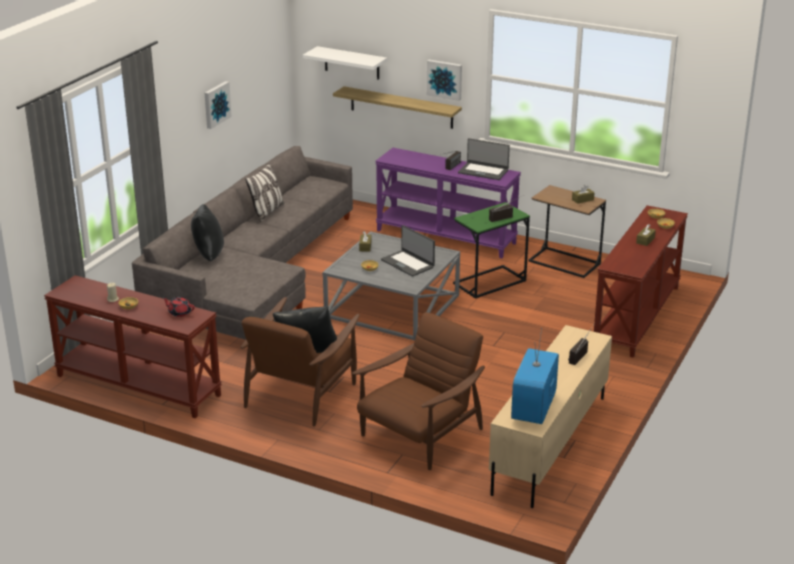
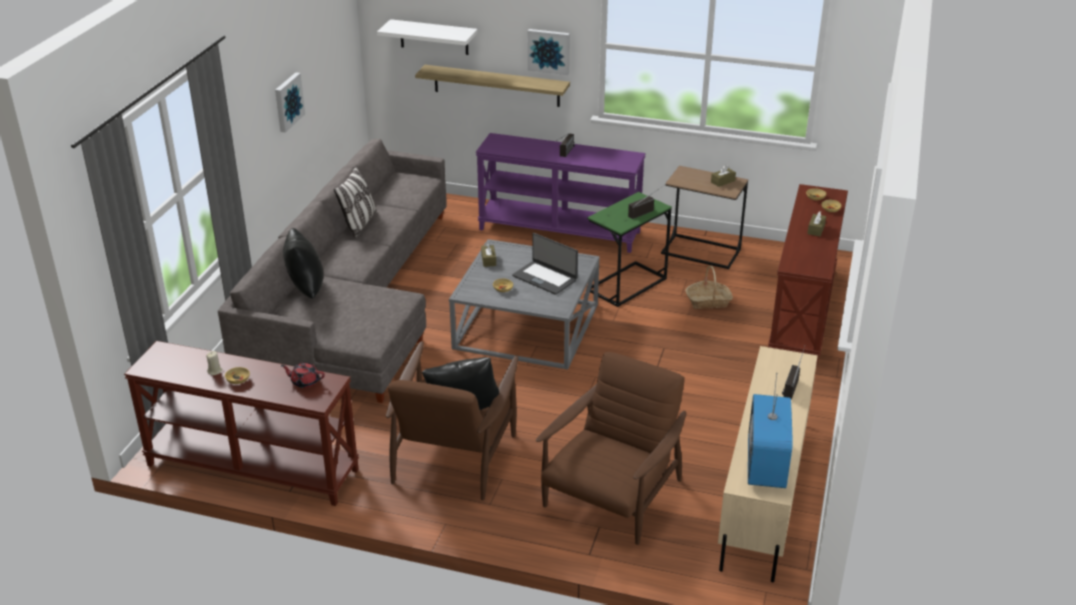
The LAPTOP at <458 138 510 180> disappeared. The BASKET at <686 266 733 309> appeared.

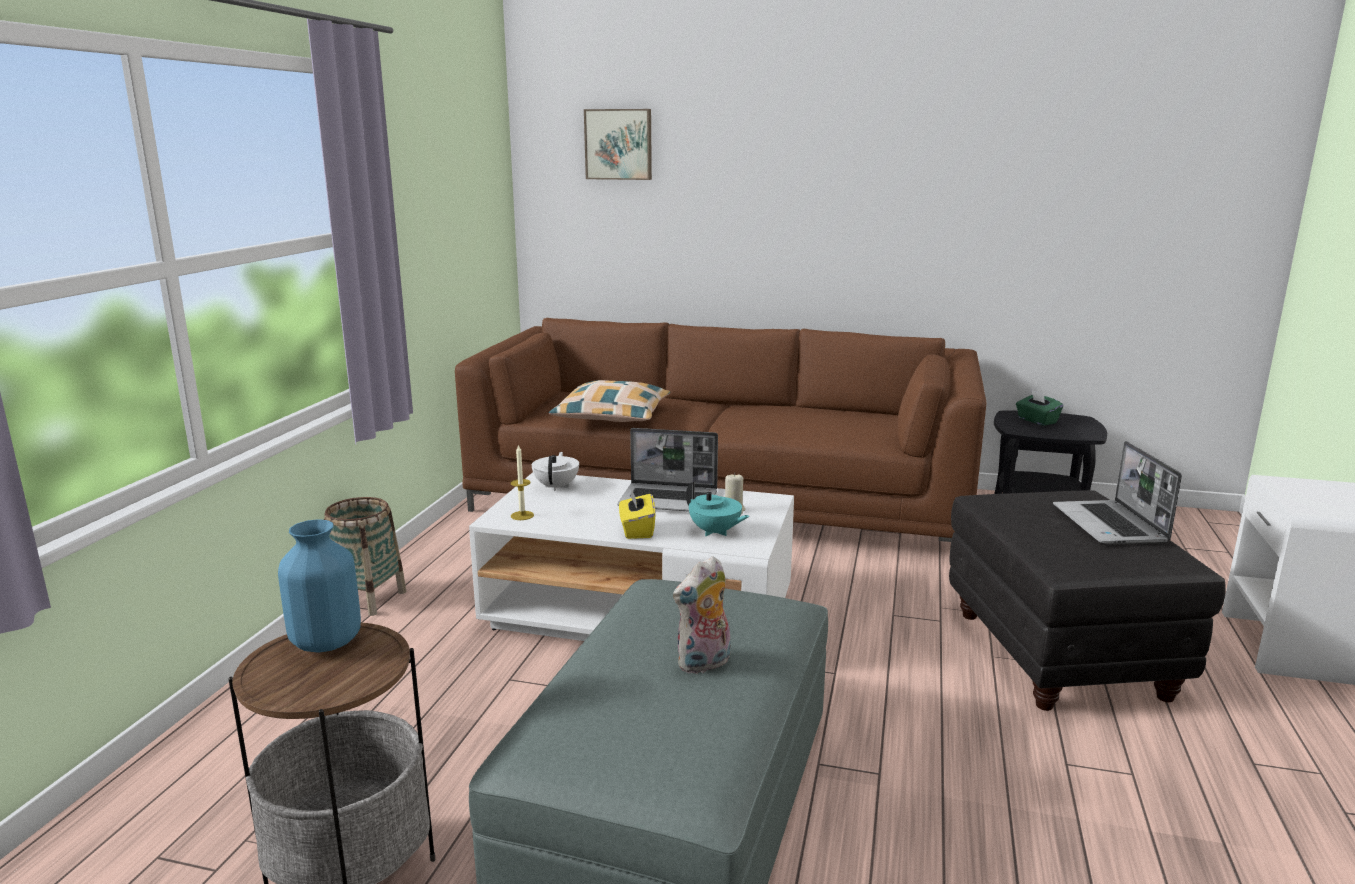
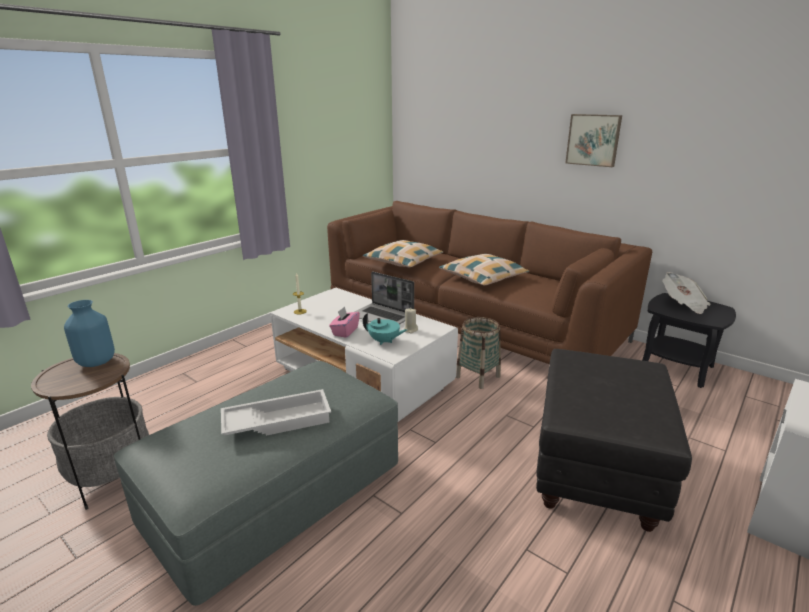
The WHITE TEAPOT at <532 452 579 491> disappeared. The LAPTOP at <1053 441 1182 544> disappeared. The PILLOW at <439 254 529 285> appeared. The BASKET moved from <323 497 406 616> to <456 317 501 389>. The PICTURE moved from <584 109 652 180> to <565 114 622 167>. The PLUSH TOY at <673 556 731 674> was replaced by the WHITE TRAY at <221 389 331 436>. The GREEN TISSUE BOX at <1016 390 1063 426> was replaced by the NEWSPAPER at <663 272 710 314>. The YELLOW TISSUE BOX at <619 487 656 539> became the PINK TISSUE BOX at <329 306 360 338>. The TURQUOISE TEAPOT at <686 482 750 536> turned 45 degrees counterclockwise.

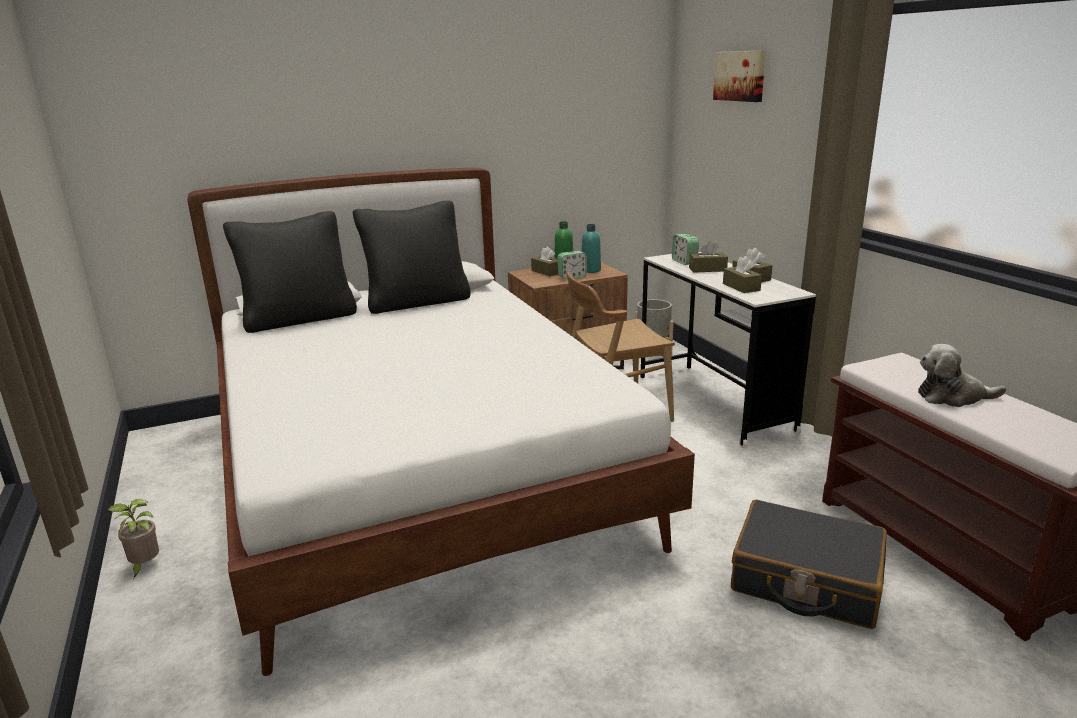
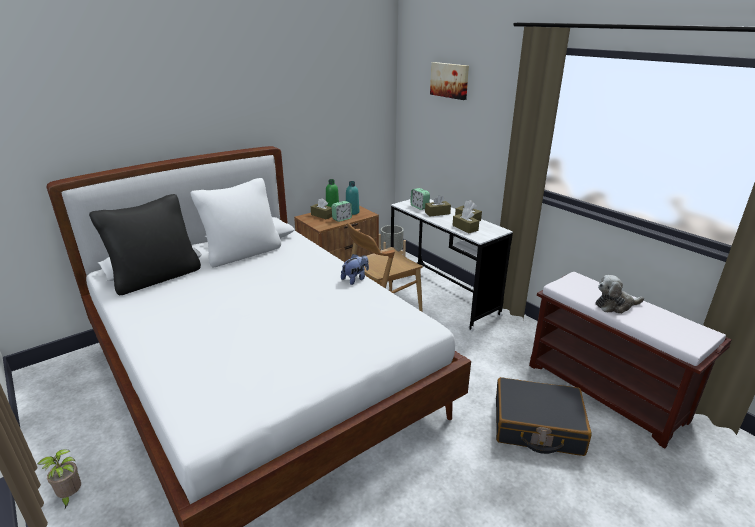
The PLUSH TOY at <341 254 369 285> appeared. The BLACK PILLOW at <353 201 471 314> became the WHITE PILLOW at <190 178 281 267>.

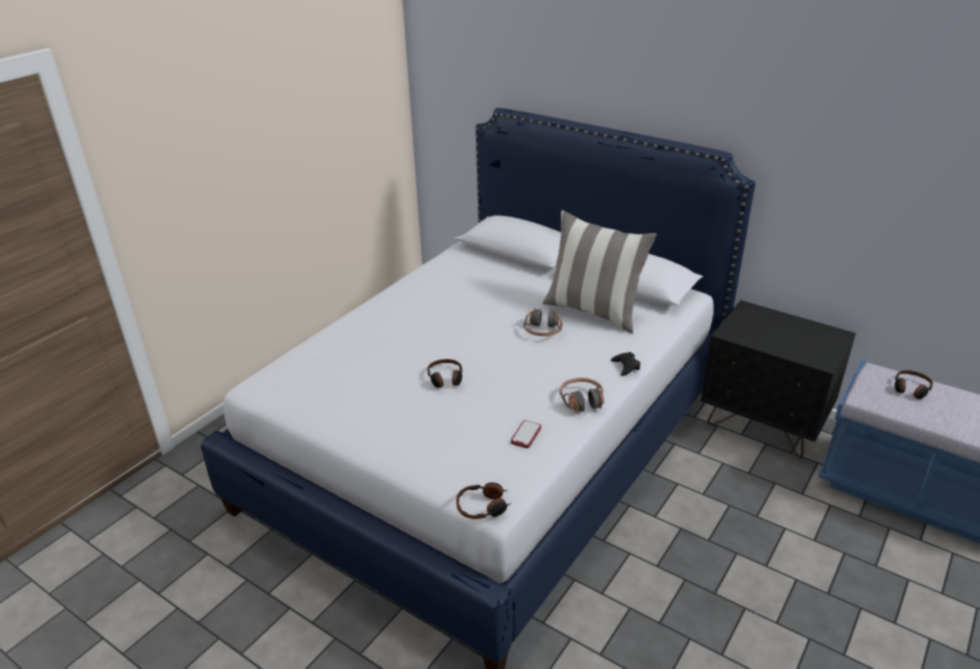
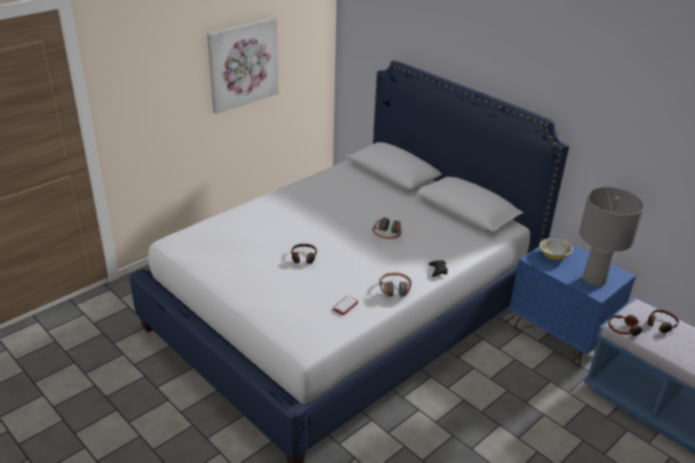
The PILLOW at <542 210 657 333> disappeared. The PICTURE at <207 17 279 114> appeared. The BOWL at <539 238 573 260> appeared. The GREY TABLE LAMP at <579 187 644 287> appeared. The HEADPHONES moved from <456 482 511 519> to <608 315 645 336>. The BLACK NIGHTSTAND at <701 300 856 458> became the BLUE NIGHTSTAND at <509 236 636 366>.

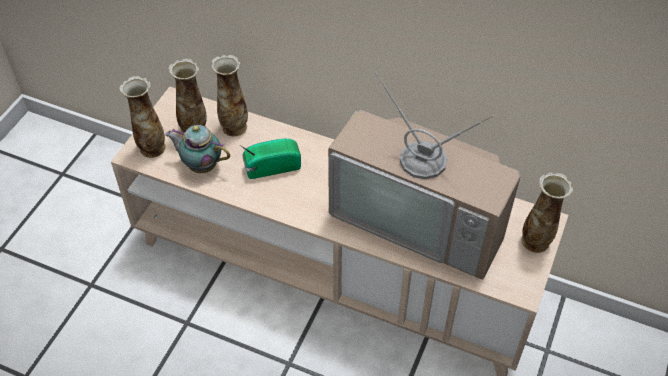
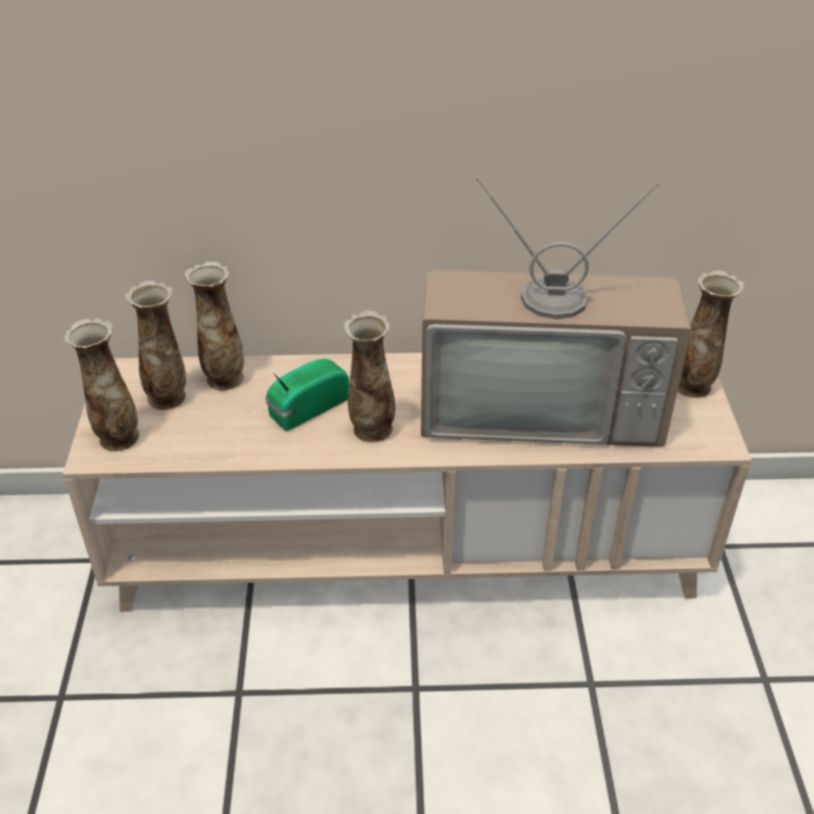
The TEAPOT at <165 125 230 173> disappeared. The VASE at <344 311 395 442> appeared.

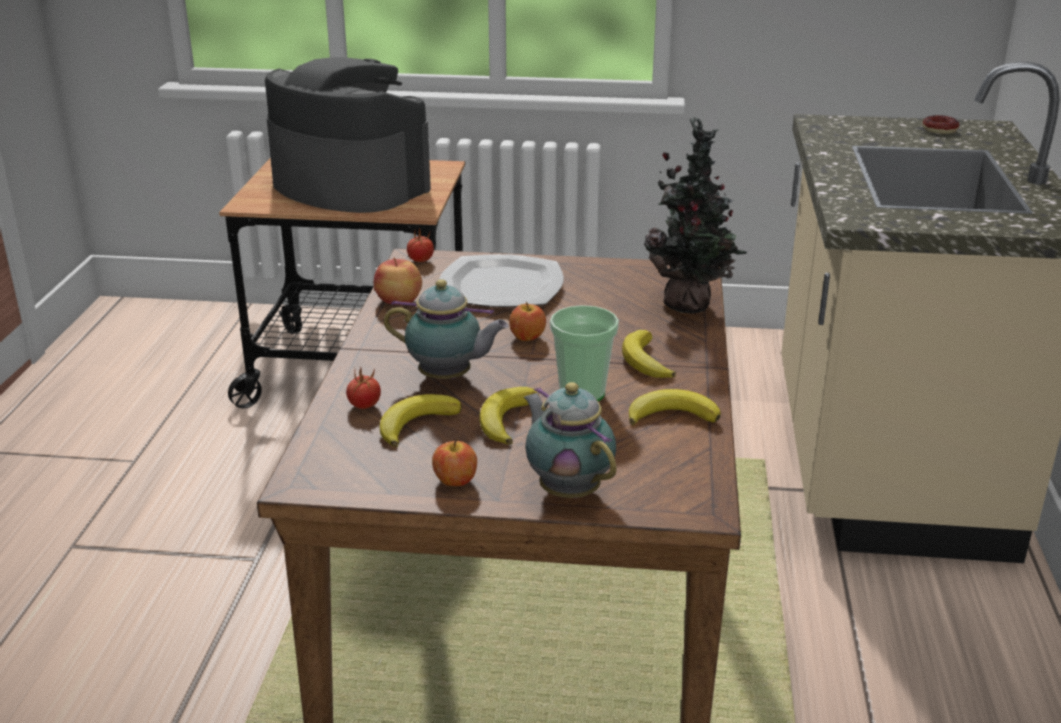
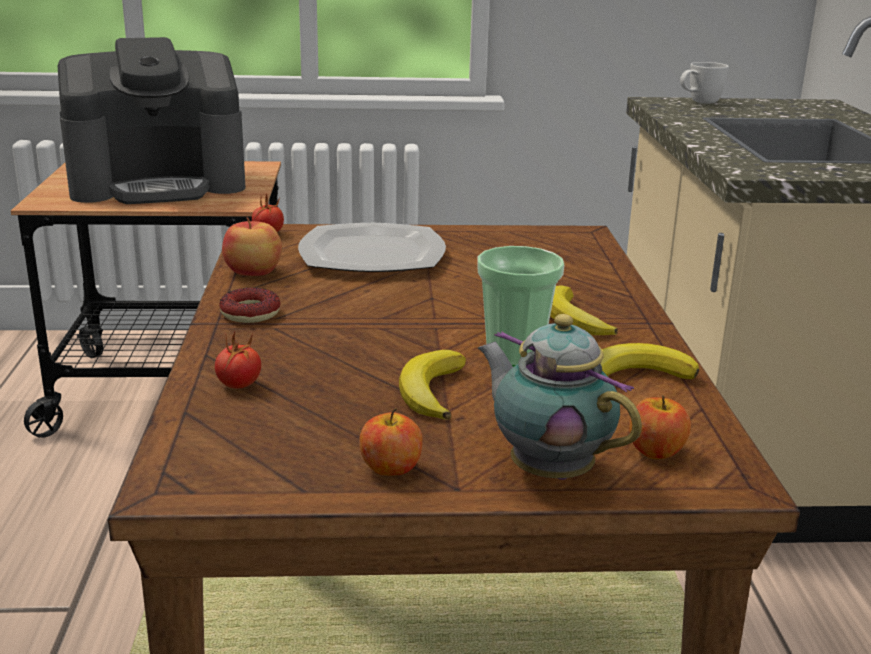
The BANANA at <380 394 462 447> disappeared. The TEAPOT at <384 279 509 379> disappeared. The POTTED PLANT at <644 117 747 313> disappeared. The WHITE MUG at <680 62 729 104> appeared. The APPLE moved from <509 302 546 341> to <629 395 691 459>. The DONUT moved from <923 115 959 134> to <219 288 281 323>. The COFFEE MACHINE at <265 57 431 213> turned 135 degrees clockwise.

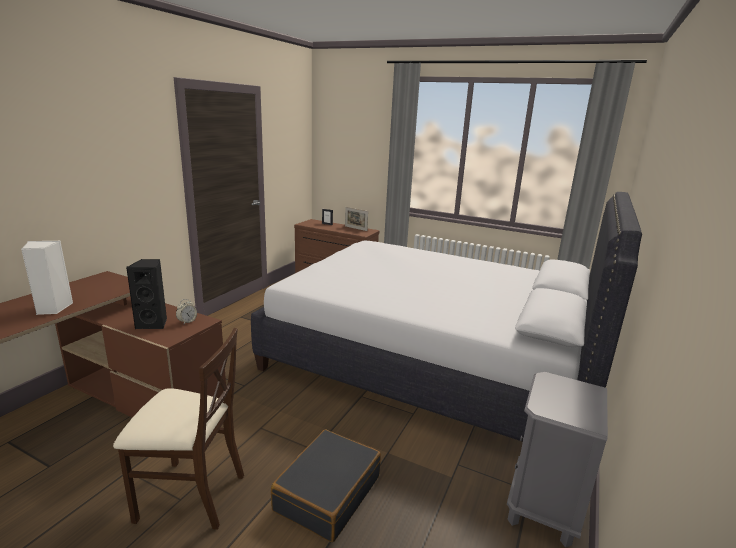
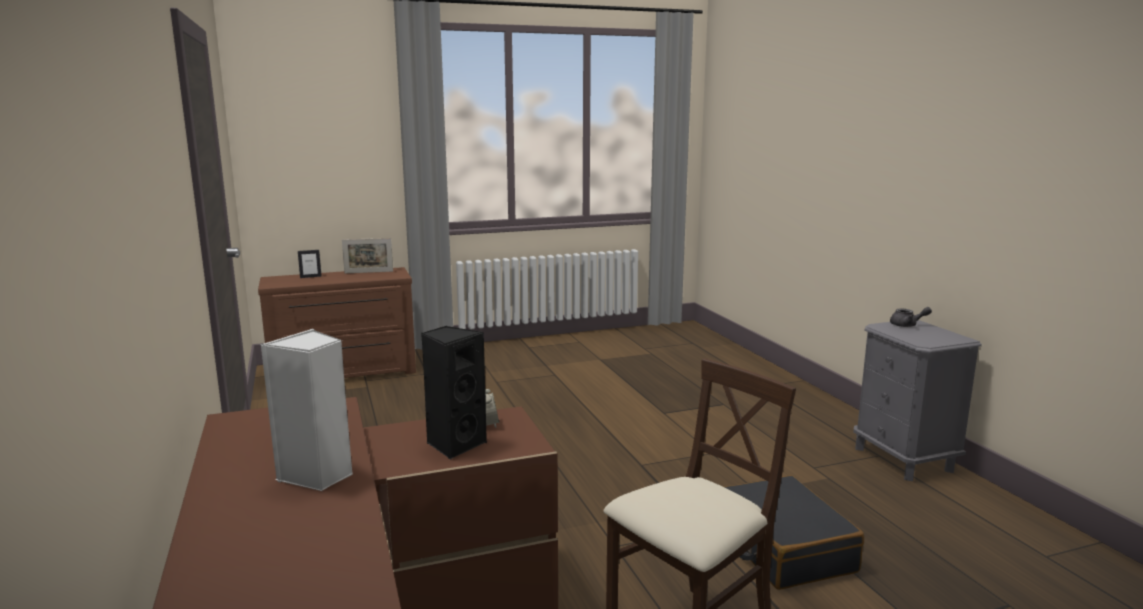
The WHITE BED at <251 192 642 442> disappeared. The GREY TEAPOT at <890 307 932 327> appeared.

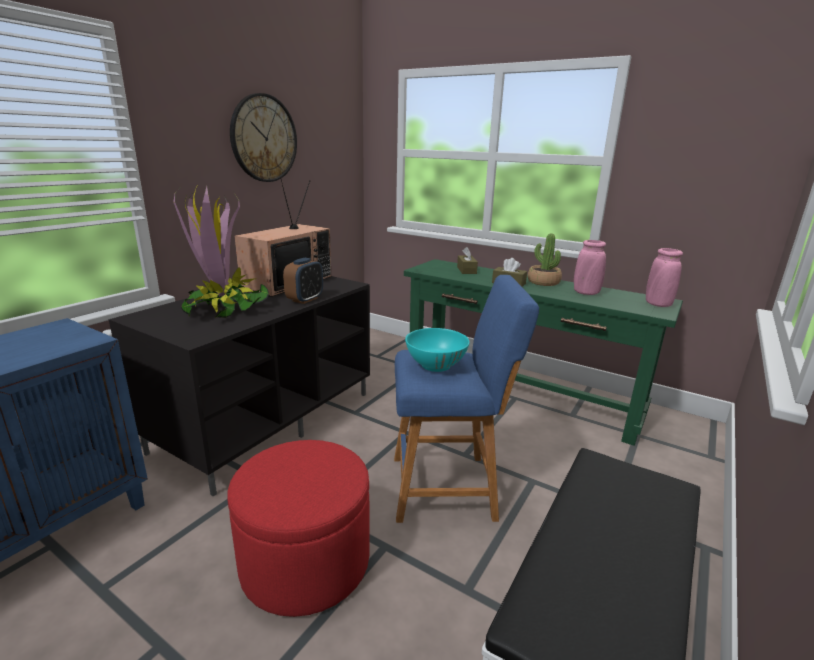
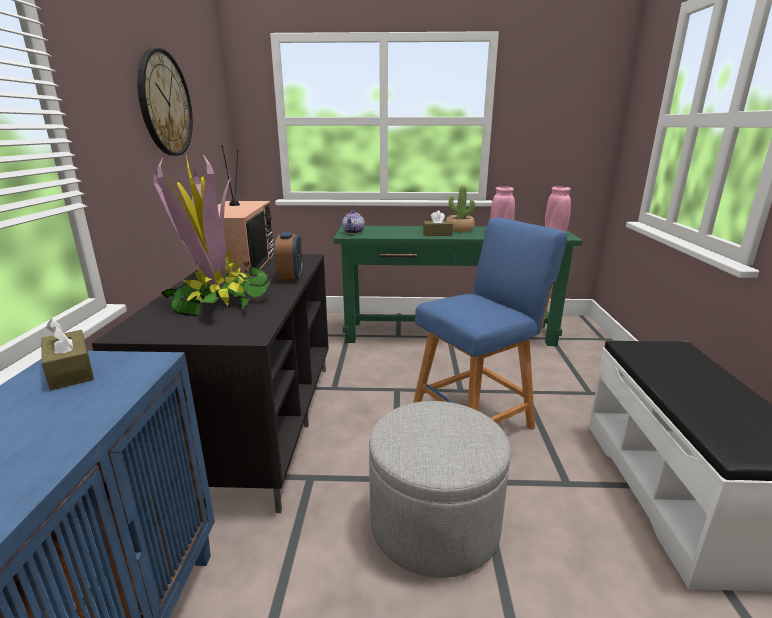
The TURQUOISE BOWL at <405 328 470 372> disappeared. The TEAPOT at <342 210 365 234> appeared. The BROWN TISSUE BOX moved from <457 247 478 274> to <41 319 94 390>. The RED OTTOMAN at <228 440 370 617> became the GREY OTTOMAN at <369 401 511 578>.

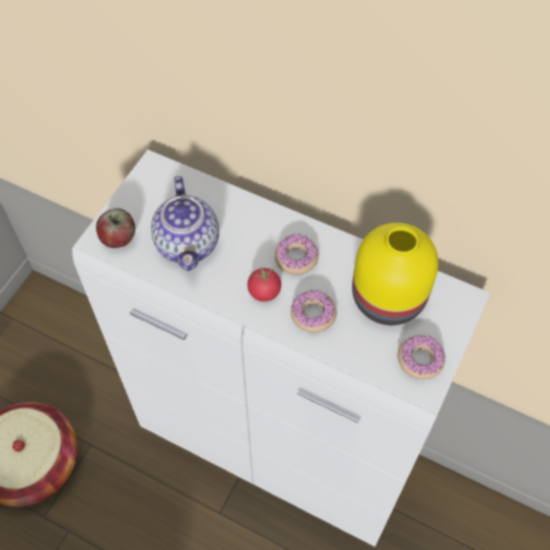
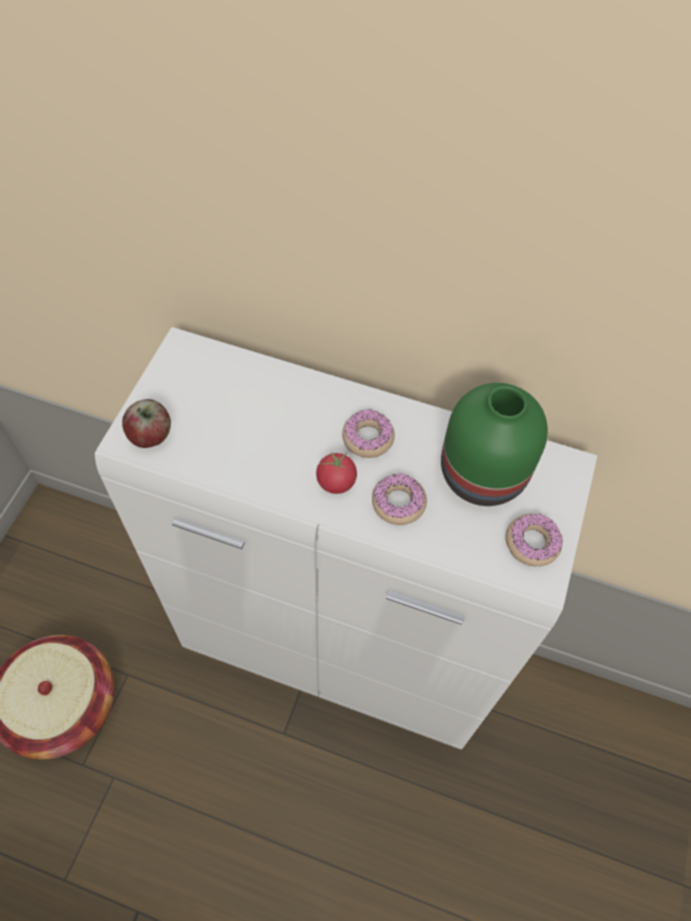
The TEAPOT at <151 176 219 271> disappeared. The YELLOW VASE at <352 223 438 325> became the GREEN VASE at <441 383 548 506>.

